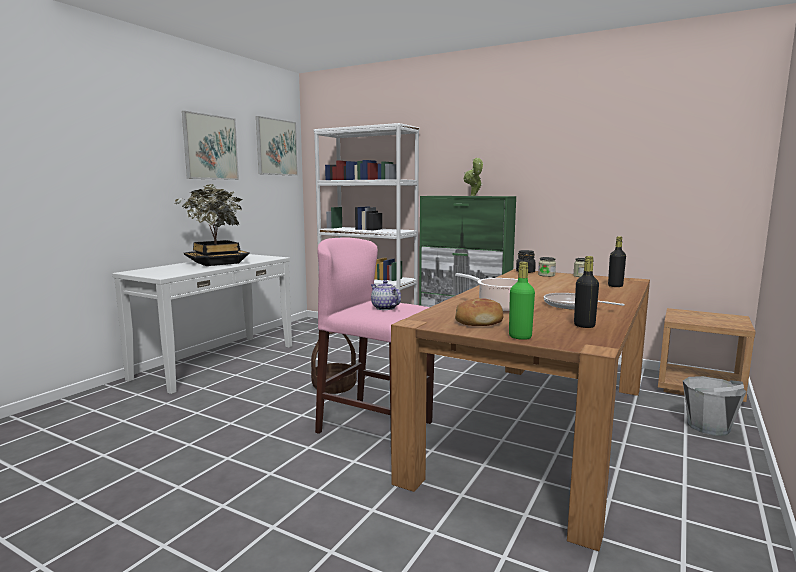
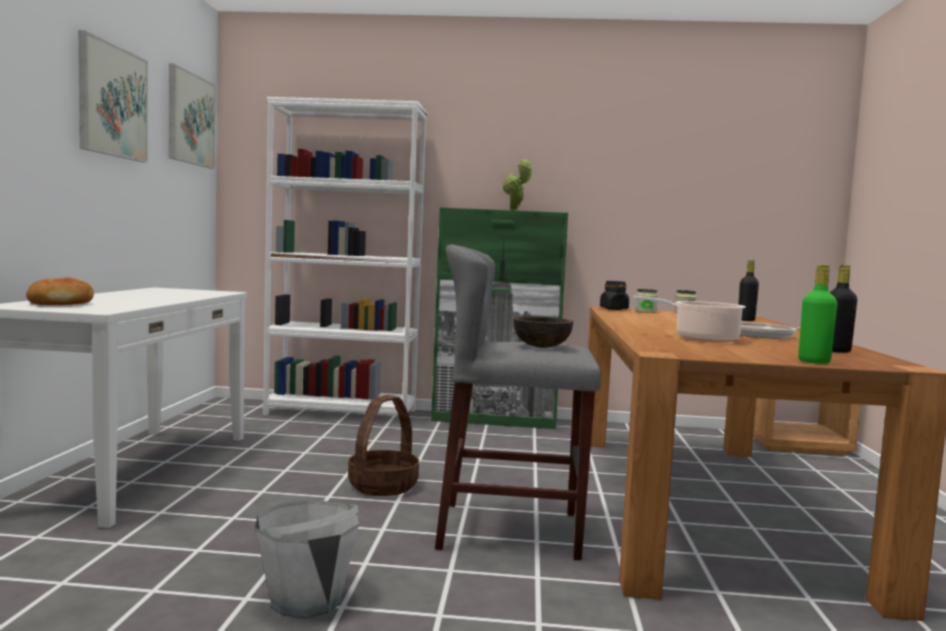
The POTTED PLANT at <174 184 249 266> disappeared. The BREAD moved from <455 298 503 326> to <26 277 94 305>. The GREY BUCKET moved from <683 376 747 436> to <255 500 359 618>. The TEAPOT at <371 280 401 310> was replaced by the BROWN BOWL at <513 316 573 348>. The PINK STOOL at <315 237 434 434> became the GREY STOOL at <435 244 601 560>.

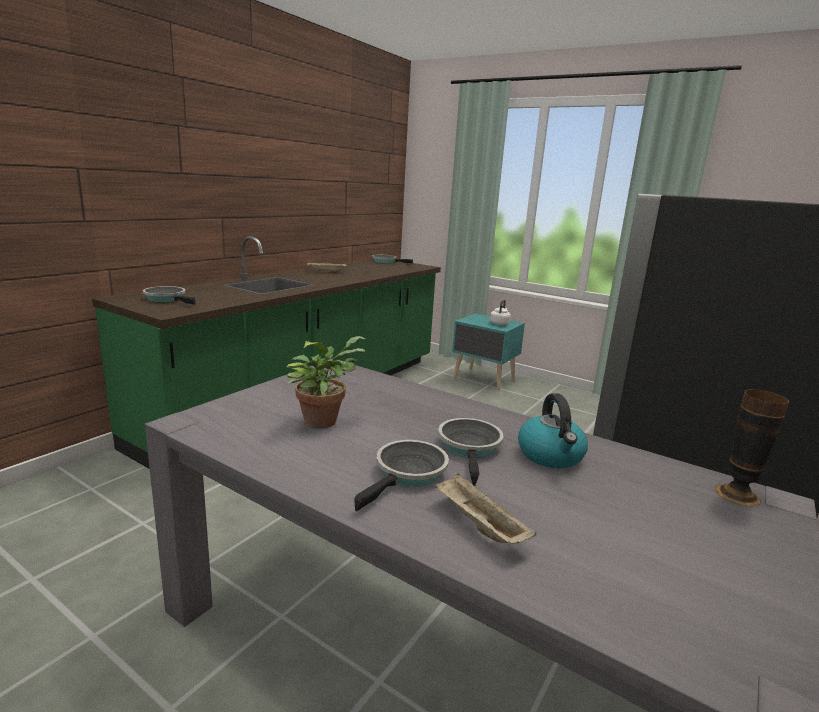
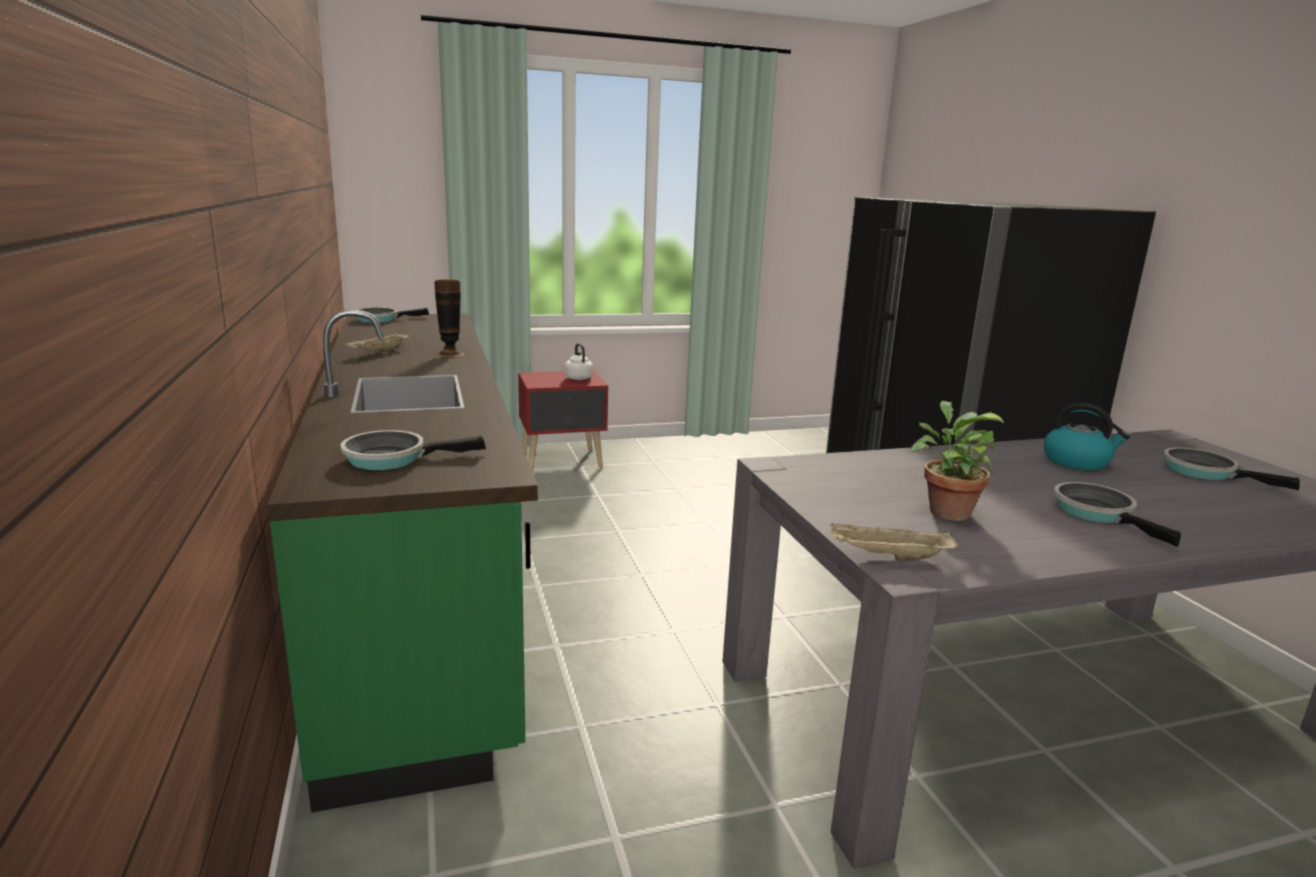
The BEIGE TRAY moved from <434 473 537 544> to <831 522 958 561>. The FRYING PAN moved from <438 418 504 486> to <1163 448 1300 490>. The VASE moved from <715 389 789 507> to <434 280 464 357>. The TURQUOISE NIGHTSTAND at <452 313 525 390> became the RED NIGHTSTAND at <518 370 608 472>.

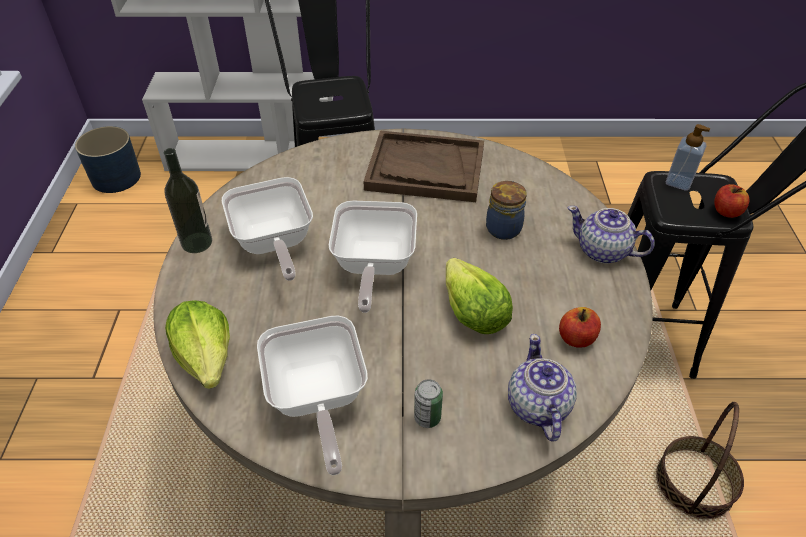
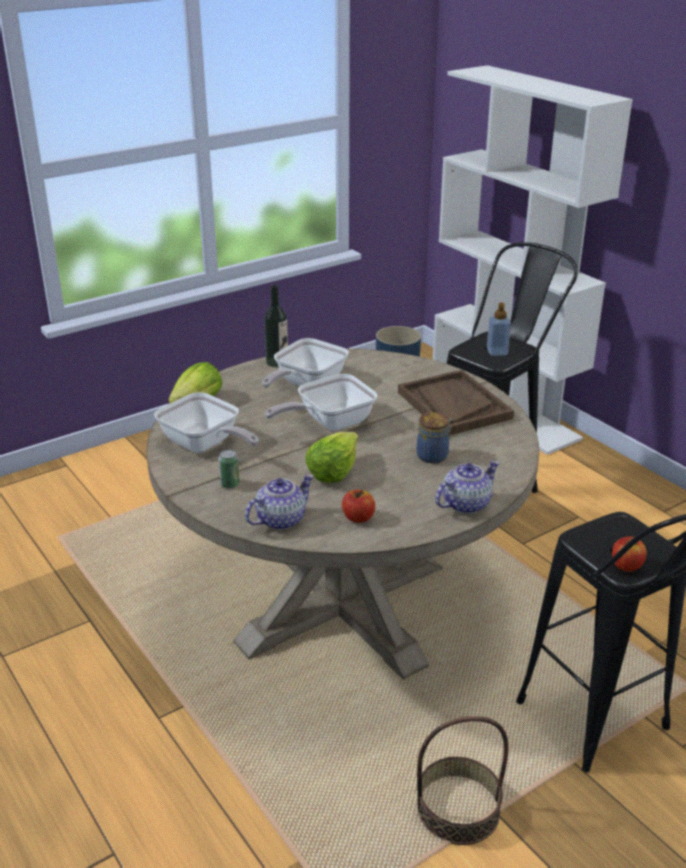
The SOAP DISPENSER moved from <666 124 710 191> to <487 303 511 356>. The FRYING PAN at <257 315 368 475> turned 90 degrees counterclockwise. The TEAPOT at <568 206 655 264> turned 60 degrees clockwise.

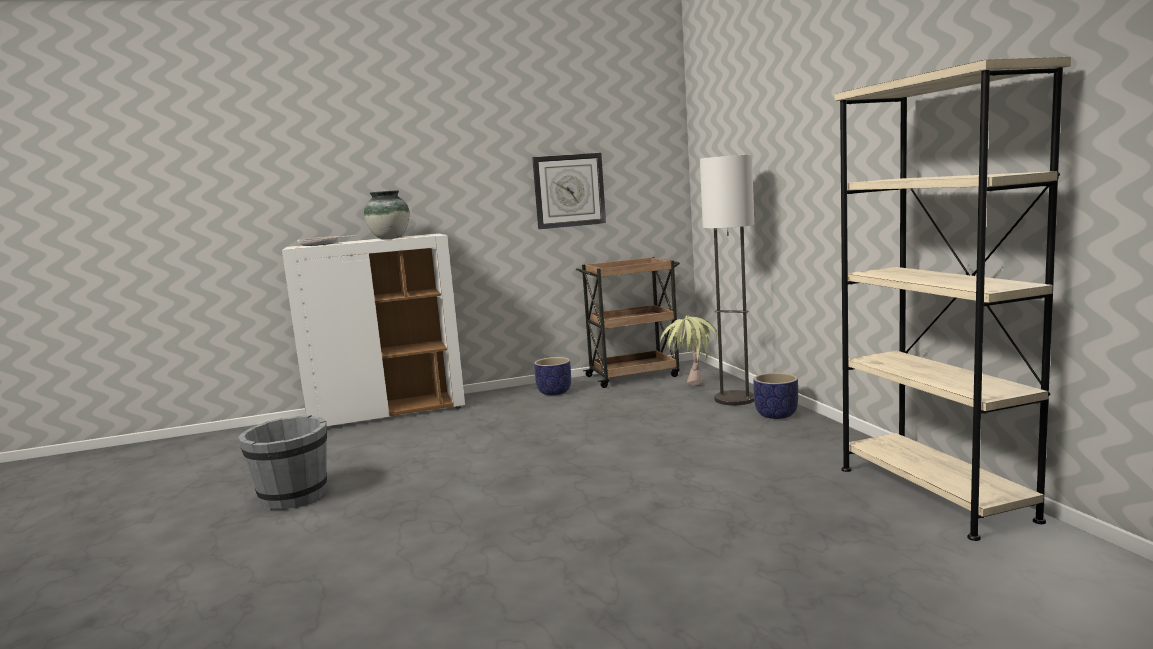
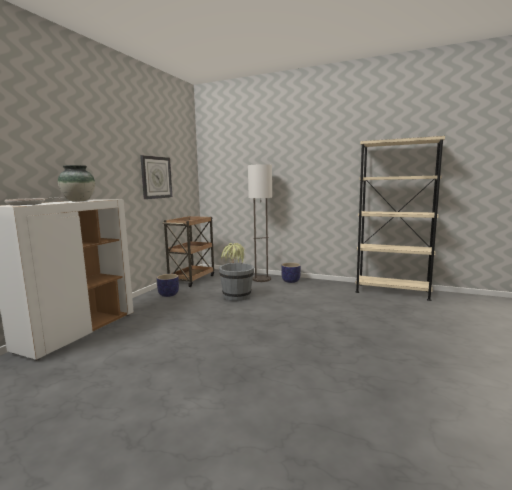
The GREY BUCKET moved from <238 415 327 510> to <219 263 254 301>.

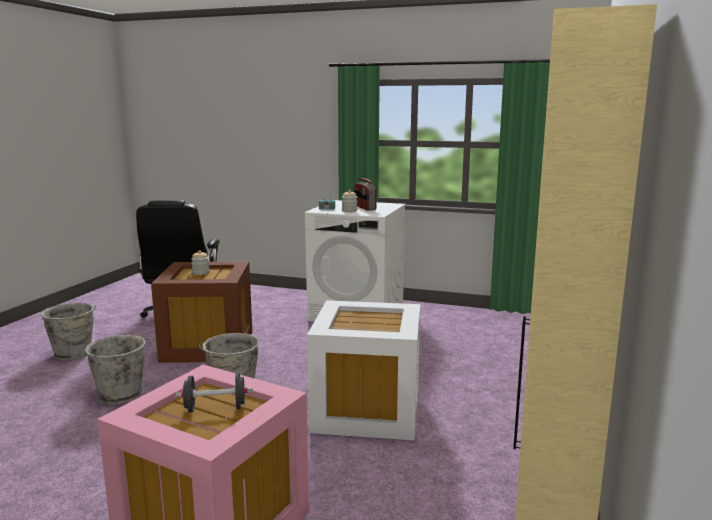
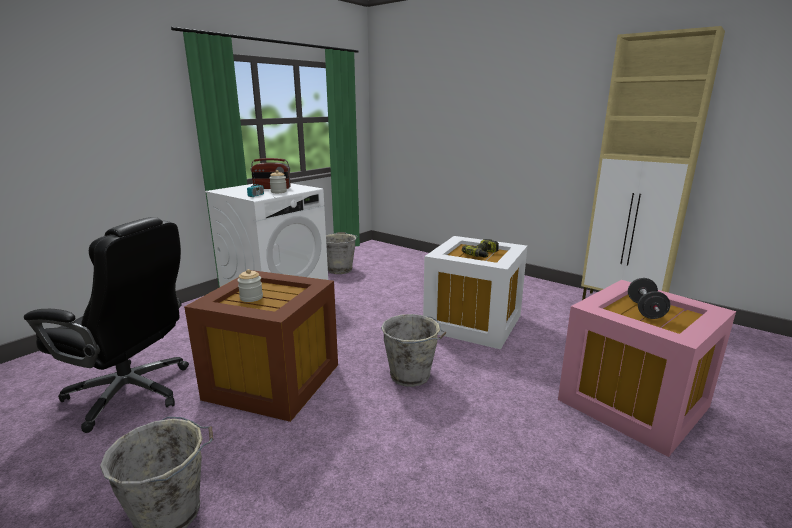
The POWER DRILL at <462 239 499 258> appeared. The GREY BUCKET moved from <84 334 152 404> to <326 232 358 274>.

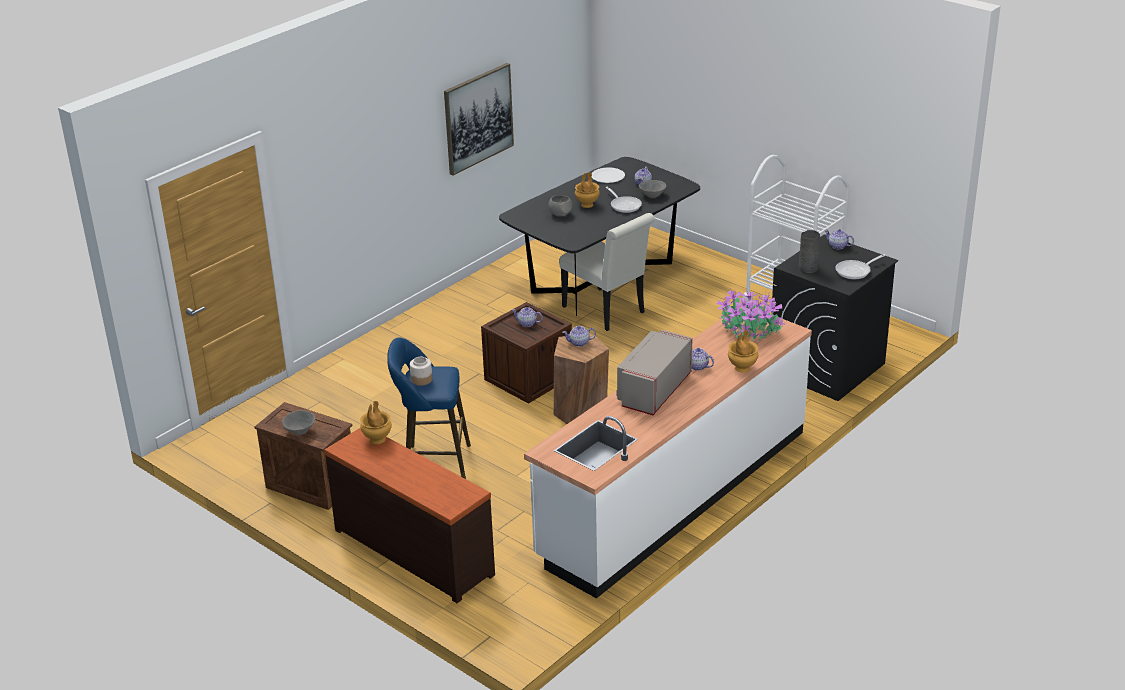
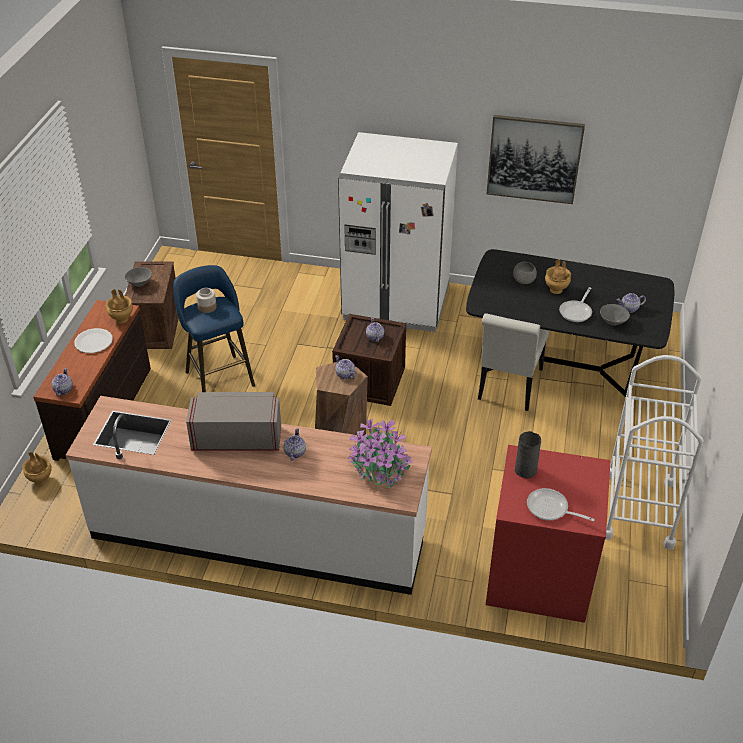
The WHITE FRIDGE at <338 132 458 332> appeared. The WHITE PLATE moved from <591 167 625 183> to <74 328 113 353>. The BROWN VASE moved from <728 330 758 373> to <22 452 52 485>. The TEAPOT moved from <824 229 854 250> to <52 368 73 396>. The BLACK WASHING MACHINE at <771 234 898 401> became the RED WASHING MACHINE at <486 445 610 623>.

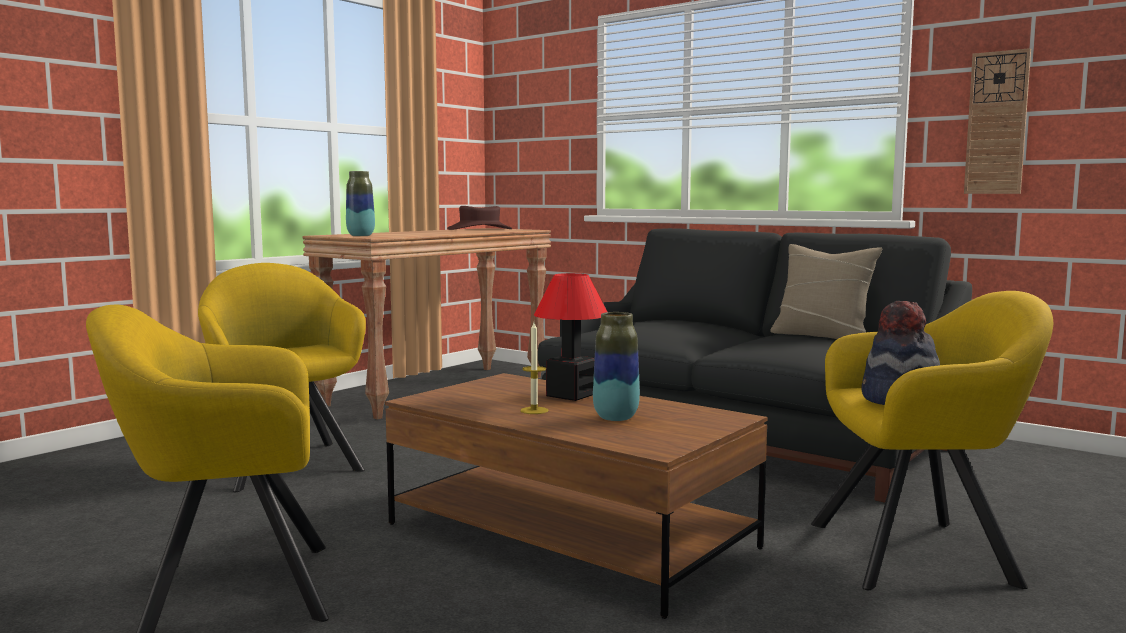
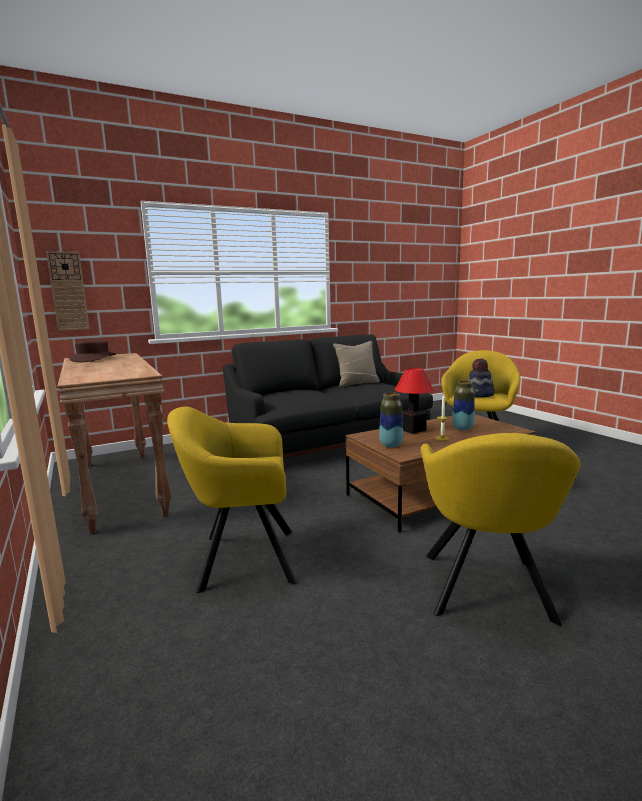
The VASE moved from <346 171 375 236> to <379 392 403 448>. The WALL CLOCK moved from <964 48 1031 194> to <46 251 90 331>.

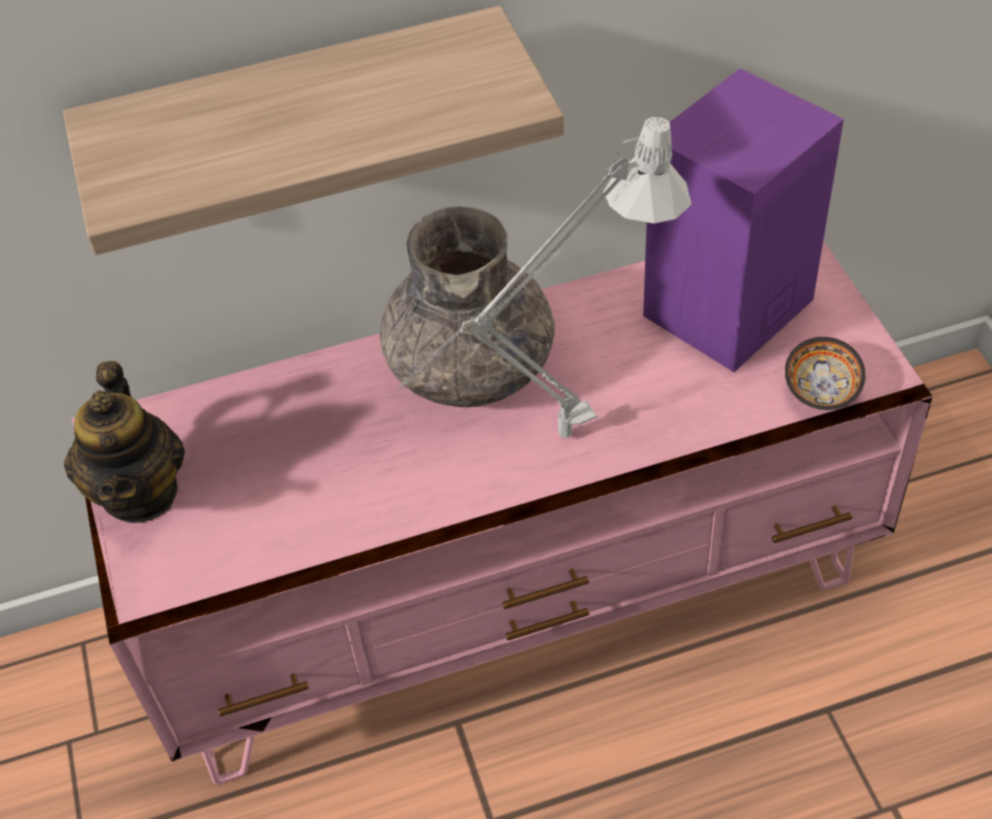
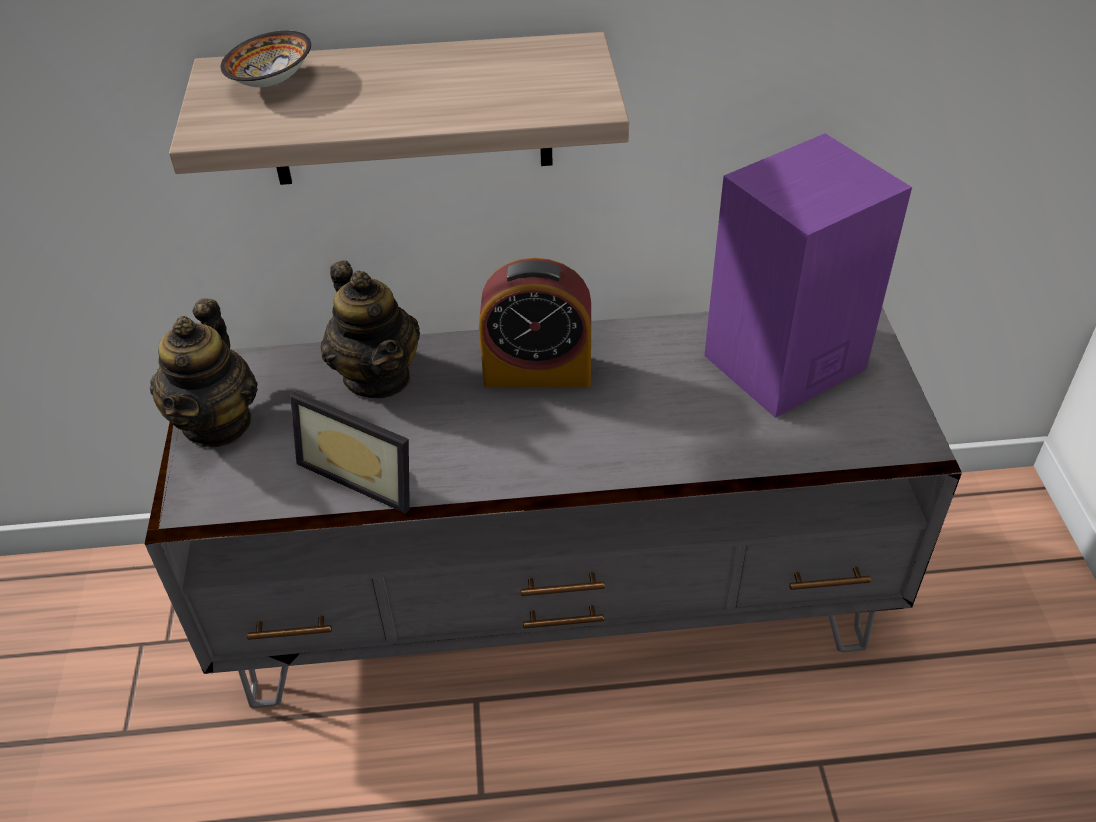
The GREY TABLE LAMP at <399 117 692 438> disappeared. The PICTURE FRAME at <290 391 410 513> appeared. The TEAPOT at <321 260 420 398> appeared. The BOWL moved from <785 337 866 410> to <221 30 311 87>. The GREY VASE at <380 206 555 408> was replaced by the ALARM CLOCK at <479 258 591 388>. The PINK TV STAND at <72 241 932 785> became the GREY TV STAND at <144 307 962 709>.

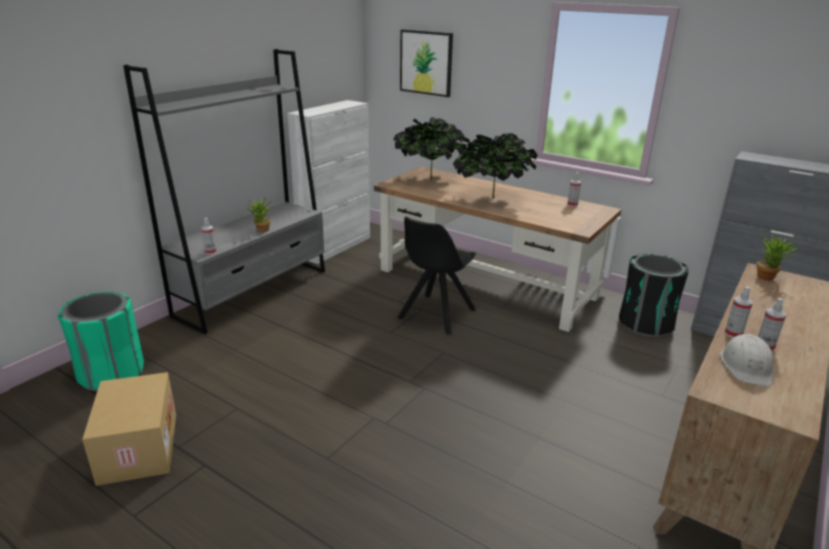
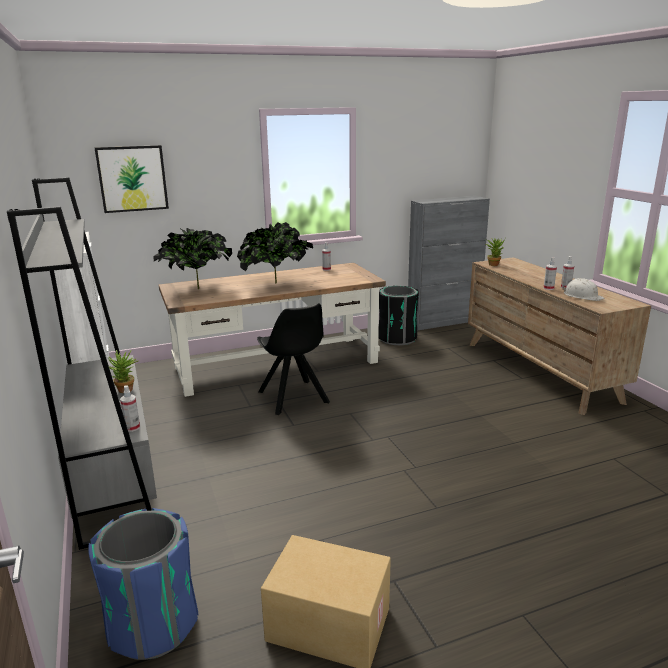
The GREEN TRASH CAN at <58 292 144 391> became the BLUE TRASH CAN at <88 508 199 660>.

